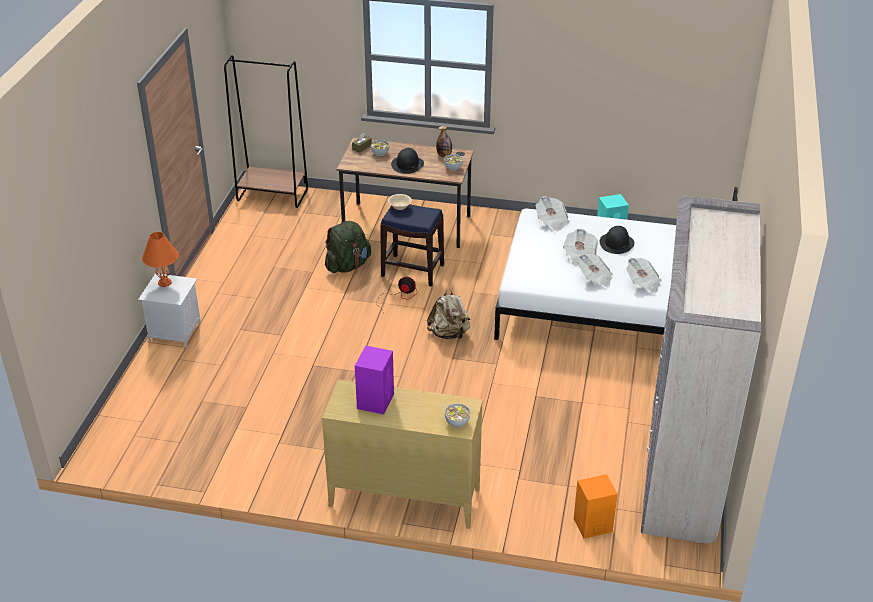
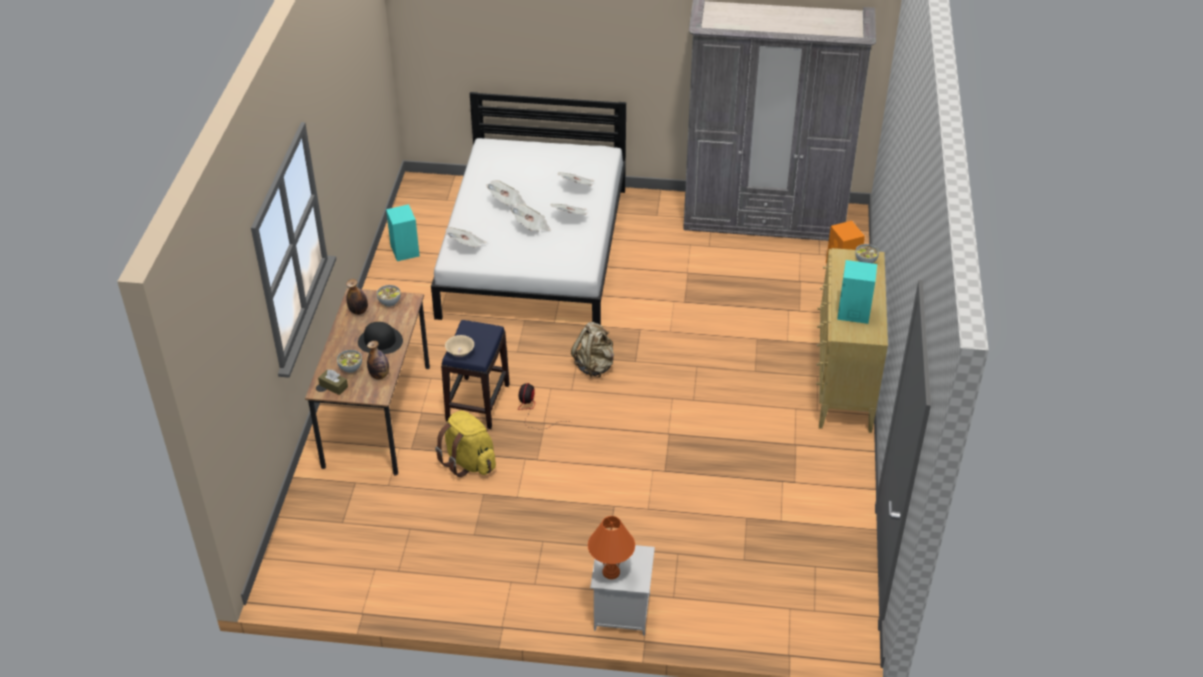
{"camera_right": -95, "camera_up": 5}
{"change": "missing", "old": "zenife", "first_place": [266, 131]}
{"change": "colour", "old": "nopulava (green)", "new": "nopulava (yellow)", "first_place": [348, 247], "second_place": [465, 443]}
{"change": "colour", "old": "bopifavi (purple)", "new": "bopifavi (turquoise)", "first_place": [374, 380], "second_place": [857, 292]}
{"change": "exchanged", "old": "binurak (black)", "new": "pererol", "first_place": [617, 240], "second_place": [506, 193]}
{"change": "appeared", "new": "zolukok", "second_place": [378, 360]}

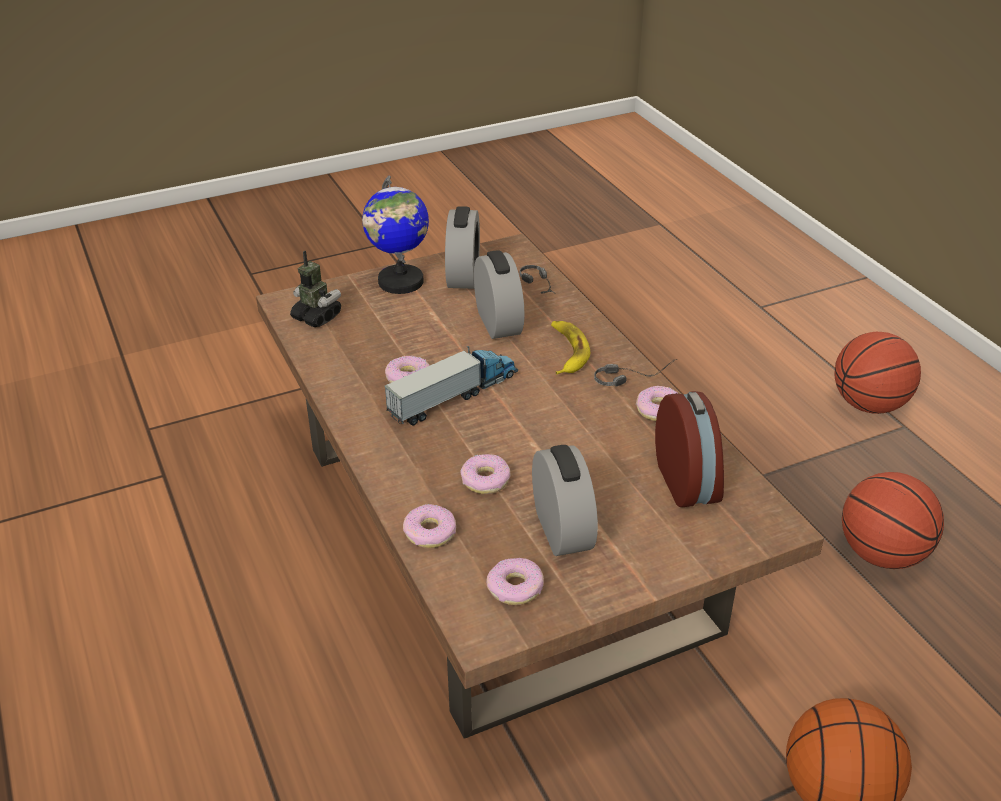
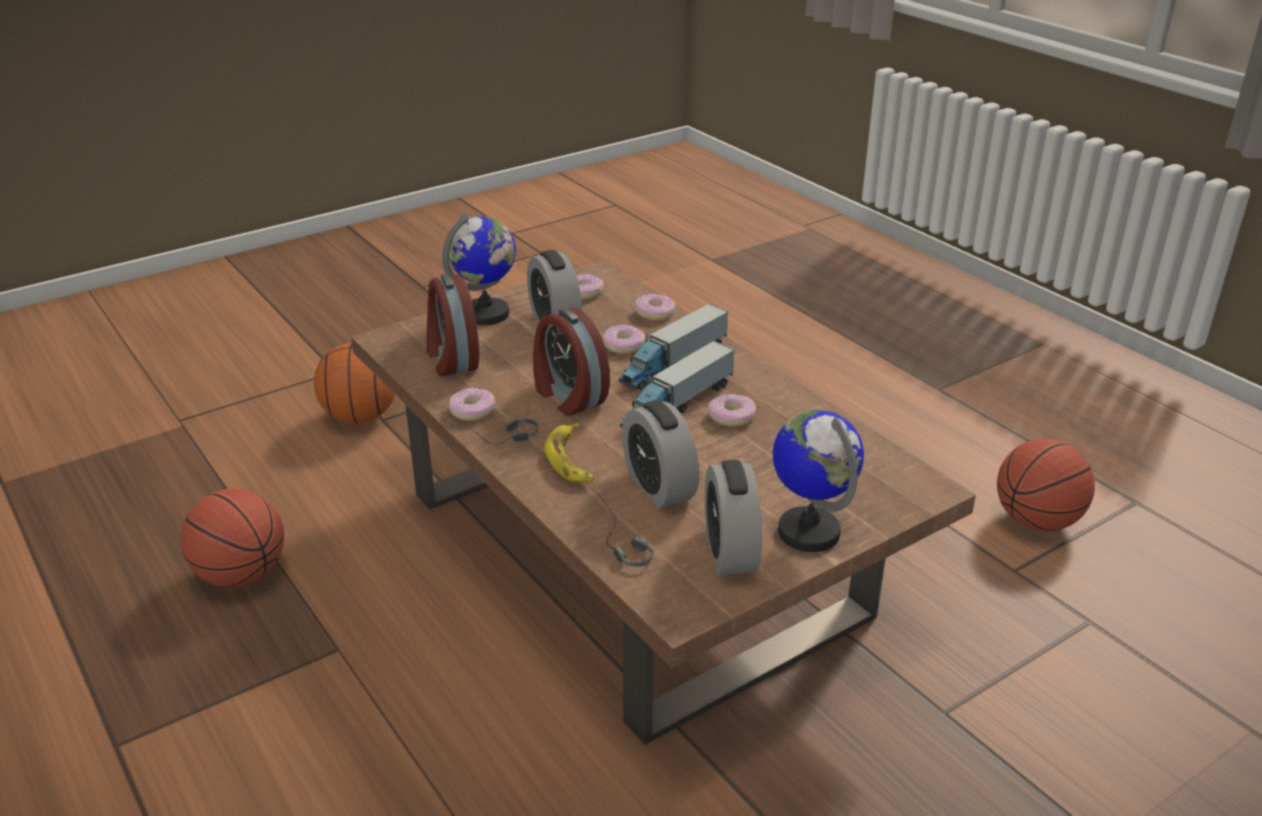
{"camera_right": 170, "camera_up": -5}
{"change": "missing", "old": "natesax", "first_place": [315, 289]}
{"change": "relocated", "old": "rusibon", "first_place": [877, 373], "second_place": [1046, 485]}
{"change": "appeared", "new": "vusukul", "second_place": [479, 269]}
{"change": "appeared", "new": "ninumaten", "second_place": [571, 361]}
{"change": "appeared", "new": "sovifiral", "second_place": [673, 346]}

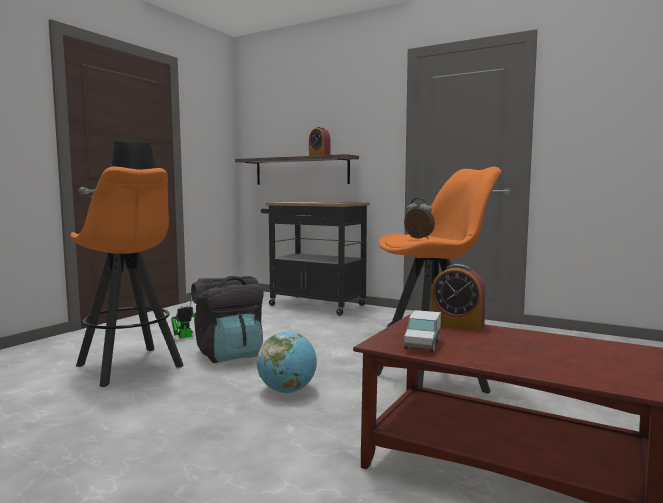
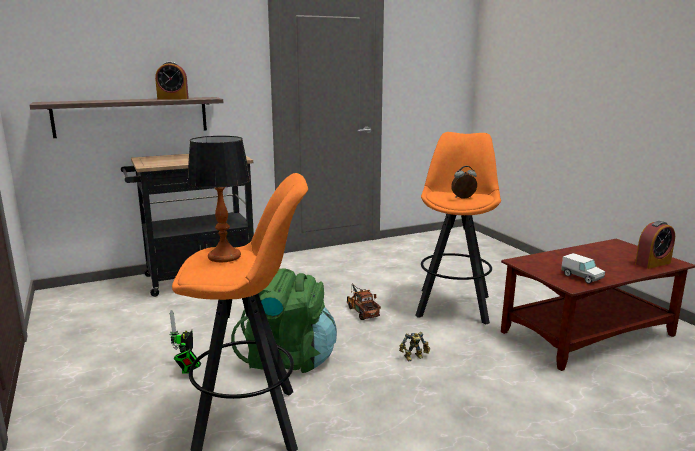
{"camera_right": -55, "camera_up": 10}
{"change": "colour", "old": "nopulava (black)", "new": "nopulava (green)", "first_place": [227, 319], "second_place": [284, 320]}
{"change": "exchanged", "old": "vusukul", "new": "natesax", "first_place": [287, 362], "second_place": [414, 346]}
{"change": "relocated", "old": "ninumaten", "first_place": [458, 297], "second_place": [655, 245]}
{"change": "appeared", "new": "sovifiral", "second_place": [364, 302]}

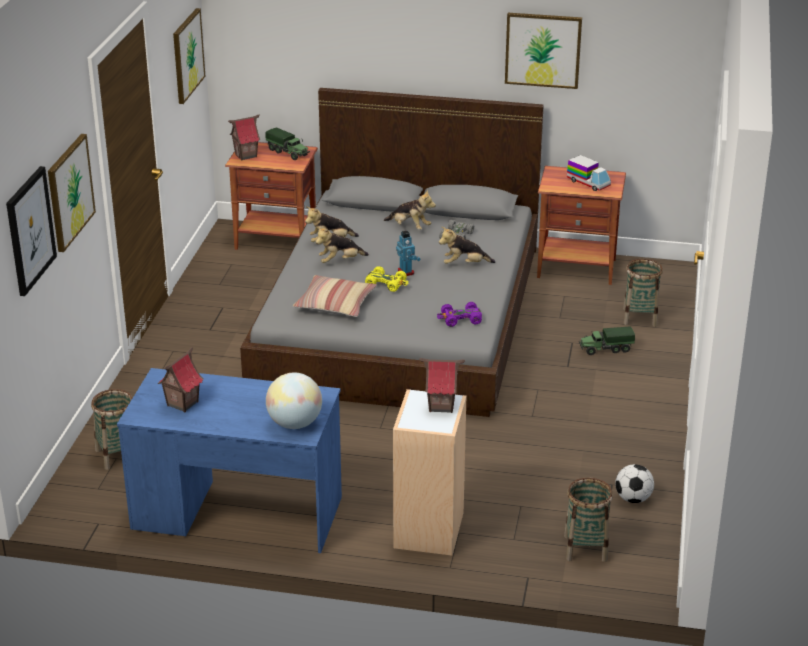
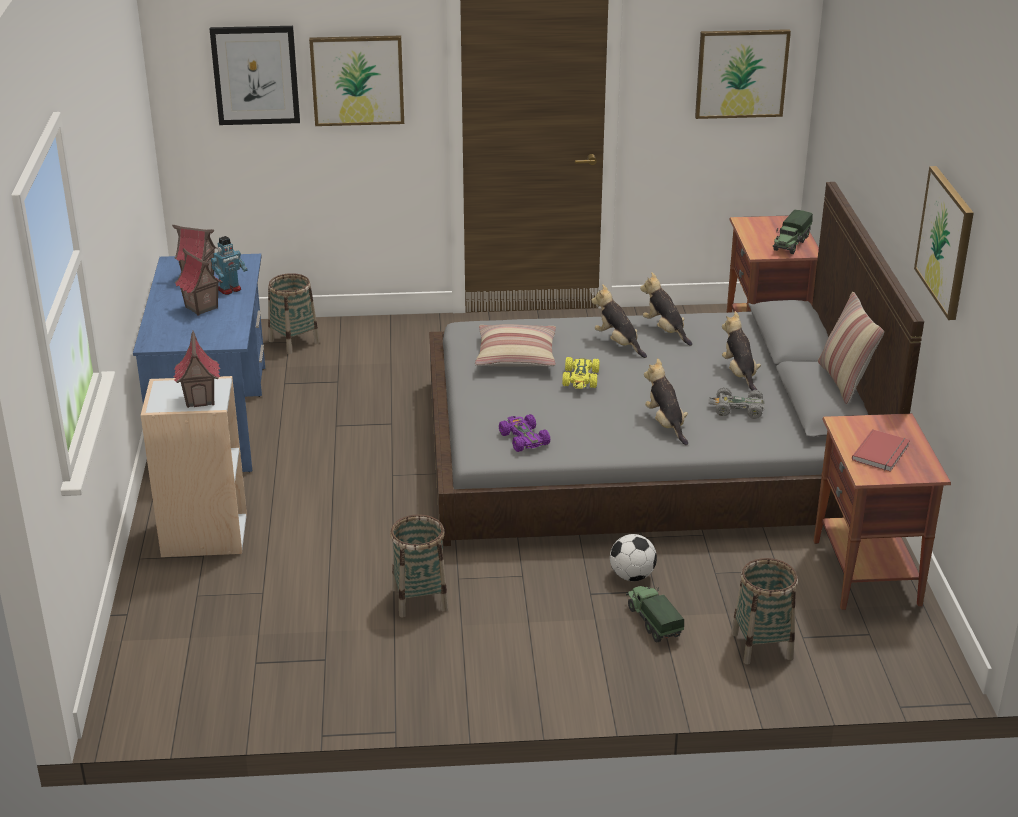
{"camera_right": 75, "camera_up": 0}
{"change": "relocated", "old": "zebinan", "first_place": [244, 137], "second_place": [199, 282]}
{"change": "missing", "old": "vusukul", "first_place": [294, 400]}
{"change": "spun", "old": "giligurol", "first_place": [410, 209], "second_place": [741, 350], "degrees": 150}
{"change": "relocated", "old": "natesax", "first_place": [408, 253], "second_place": [229, 265]}
{"change": "relocated", "old": "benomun", "first_place": [588, 520], "second_place": [419, 566]}
{"change": "exchanged", "old": "sovifiral", "new": "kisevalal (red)", "first_place": [589, 173], "second_place": [881, 450]}
{"change": "relocated", "old": "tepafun", "first_place": [634, 483], "second_place": [633, 557]}
{"change": "appeared", "new": "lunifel", "second_place": [851, 348]}

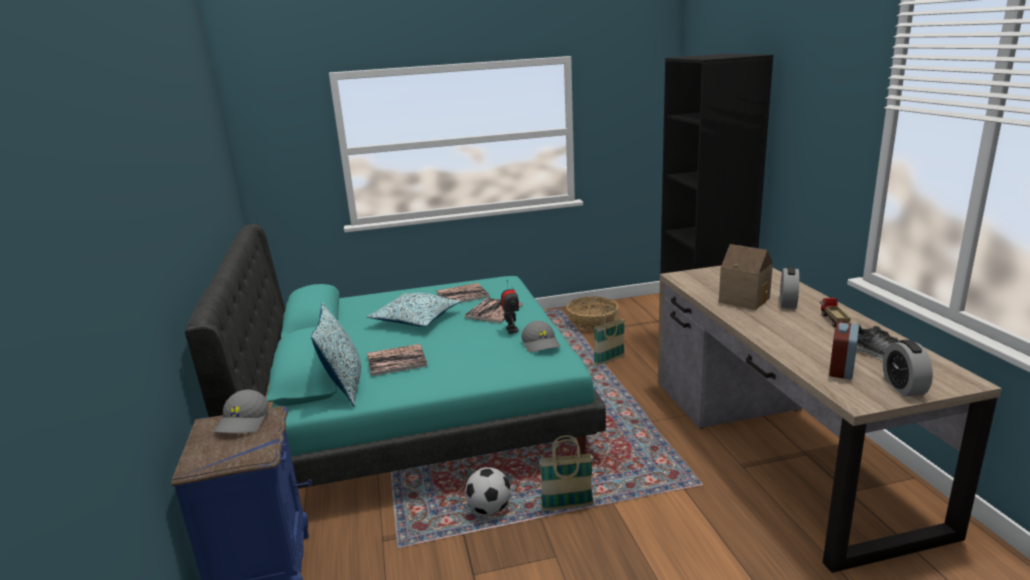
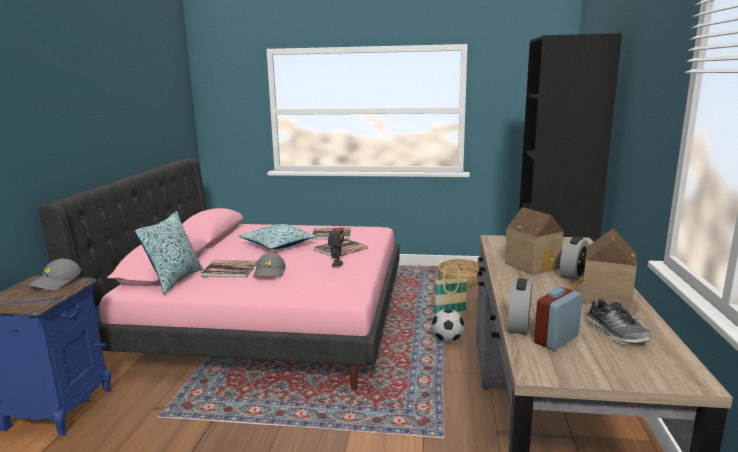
{"camera_right": 20, "camera_up": -5}
{"change": "colour", "old": "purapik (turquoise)", "new": "purapik (pink)", "first_place": [395, 356], "second_place": [219, 274]}
{"change": "relocated", "old": "tepafun", "first_place": [488, 491], "second_place": [448, 325]}
{"change": "relocated", "old": "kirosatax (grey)", "first_place": [540, 337], "second_place": [269, 265]}
{"change": "missing", "old": "benomun", "first_place": [566, 473]}
{"change": "exchanged", "old": "sovifiral", "new": "zebinan", "first_place": [835, 312], "second_place": [602, 269]}
{"change": "relocated", "old": "ninumaten", "first_place": [908, 368], "second_place": [520, 306]}

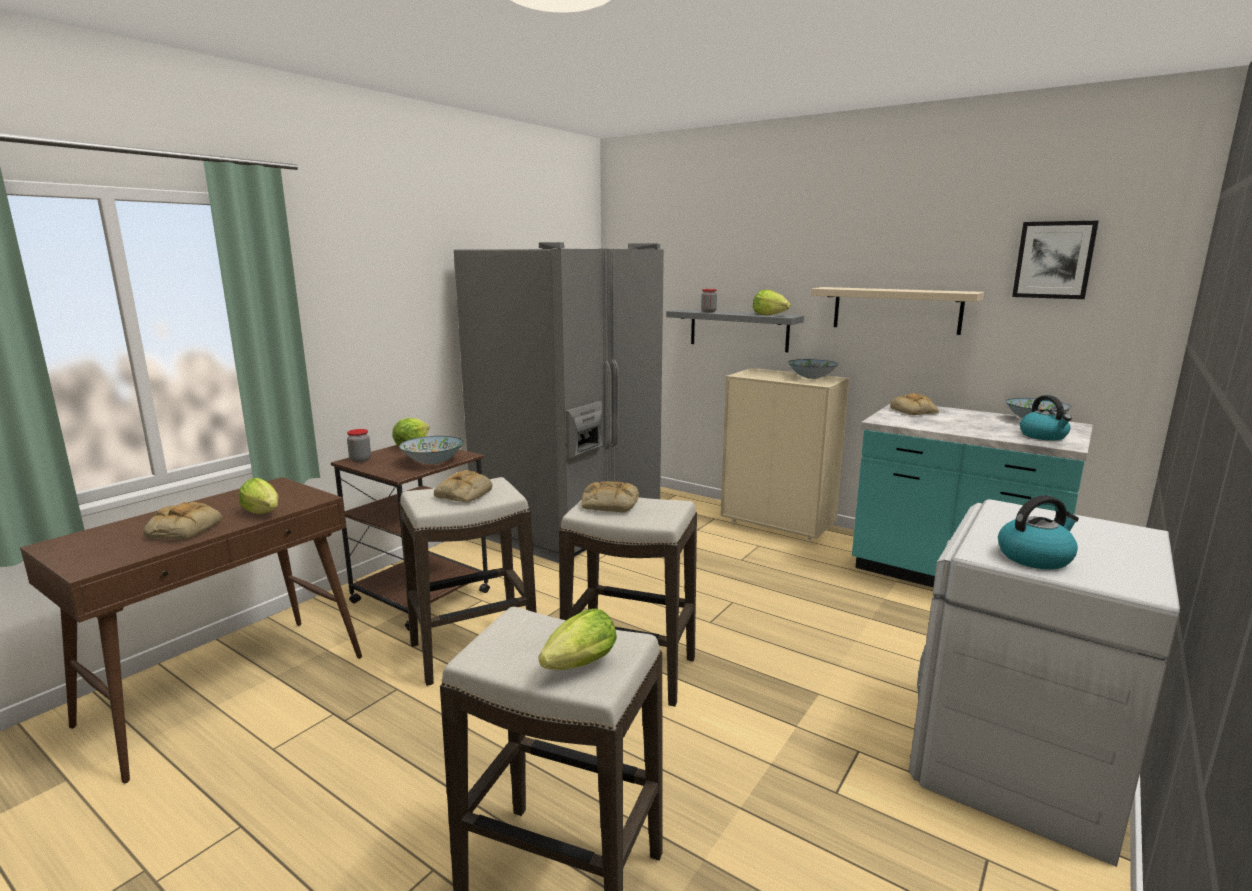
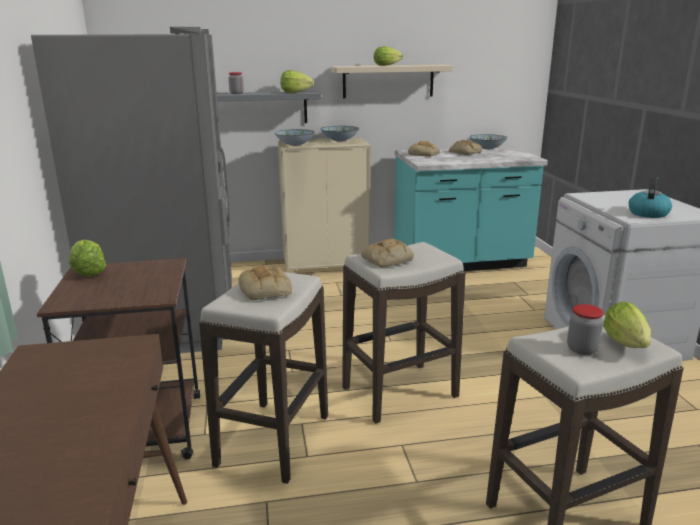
{"camera_right": -45, "camera_up": 5}
{"change": "relocated", "old": "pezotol", "first_place": [182, 521], "second_place": [465, 147]}
{"change": "relocated", "old": "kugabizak", "first_place": [258, 496], "second_place": [388, 56]}
{"change": "relocated", "old": "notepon", "first_place": [359, 445], "second_place": [585, 329]}
{"change": "relocated", "old": "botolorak", "first_place": [431, 450], "second_place": [294, 137]}
{"change": "missing", "old": "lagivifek", "first_place": [1055, 259]}
{"change": "missing", "old": "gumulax", "first_place": [1046, 418]}

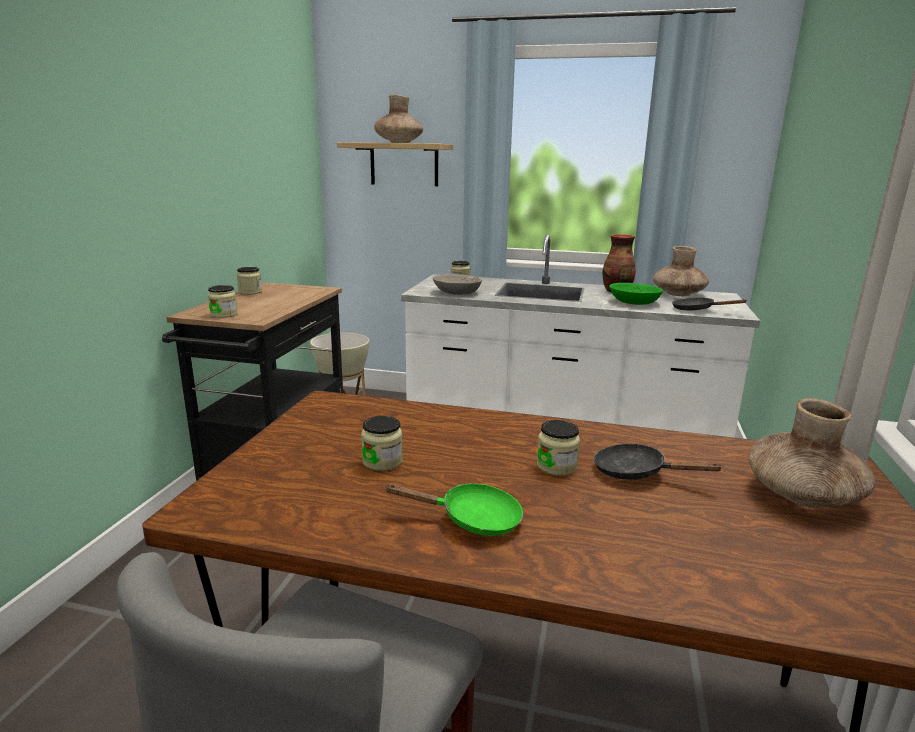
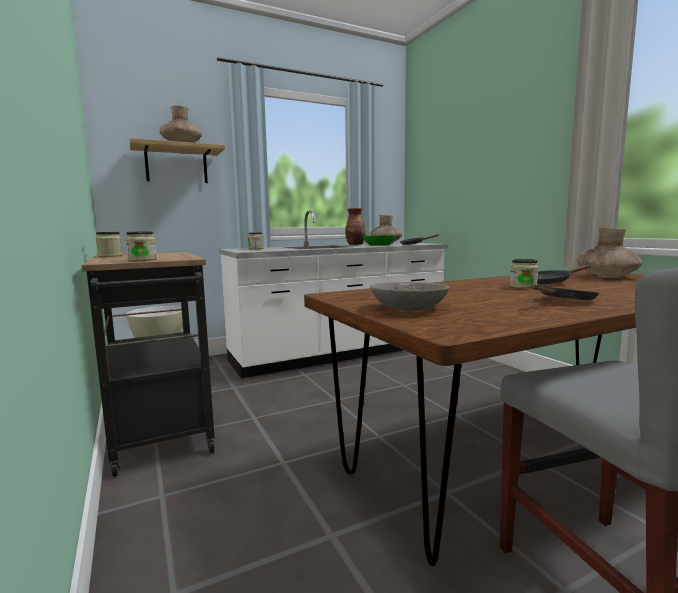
{"camera_right": -40, "camera_up": -10}
{"change": "missing", "old": "notepon", "first_place": [382, 443]}
{"change": "colour", "old": "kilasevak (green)", "new": "kilasevak (black)", "first_place": [454, 509], "second_place": [565, 292]}
{"change": "relocated", "old": "botolorak (grey)", "first_place": [457, 284], "second_place": [409, 296]}

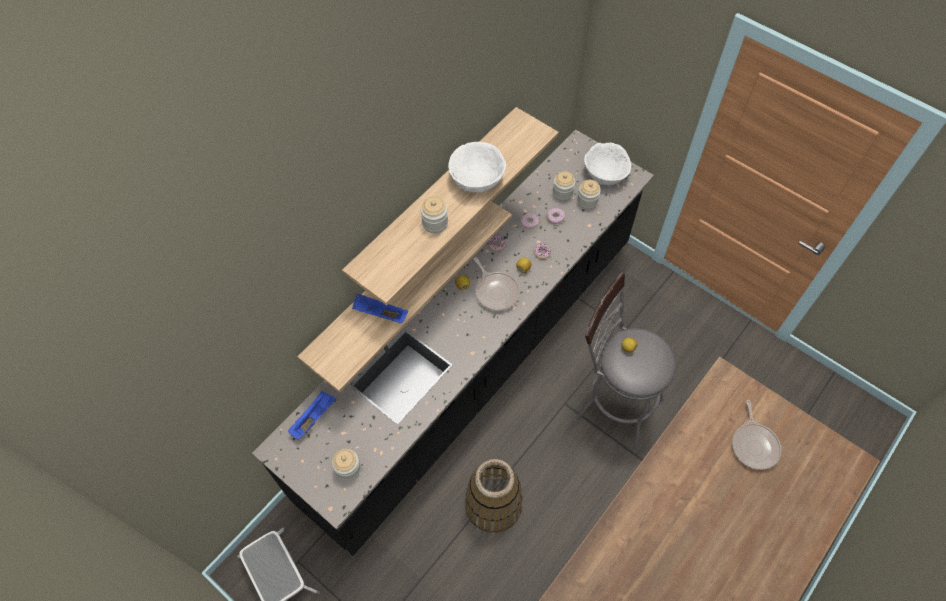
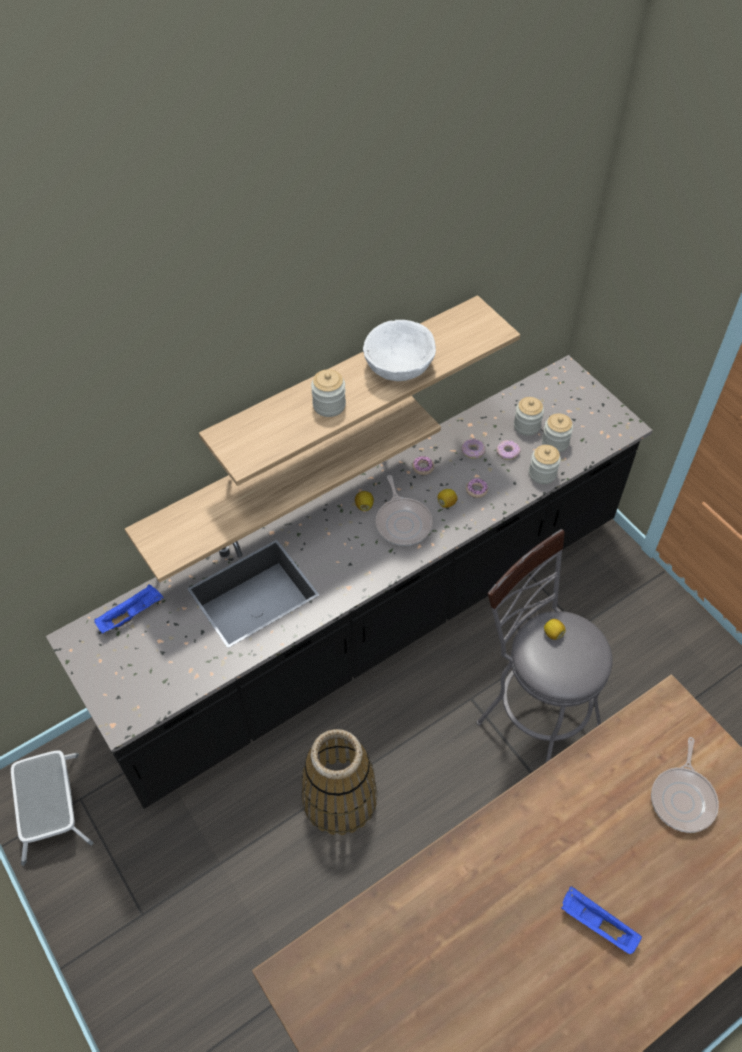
{"camera_right": 15, "camera_up": -5}
{"change": "relocated", "old": "notepon", "first_place": [346, 465], "second_place": [545, 464]}
{"change": "relocated", "old": "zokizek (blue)", "first_place": [380, 308], "second_place": [601, 920]}
{"change": "missing", "old": "botolorak (white)", "first_place": [607, 163]}

